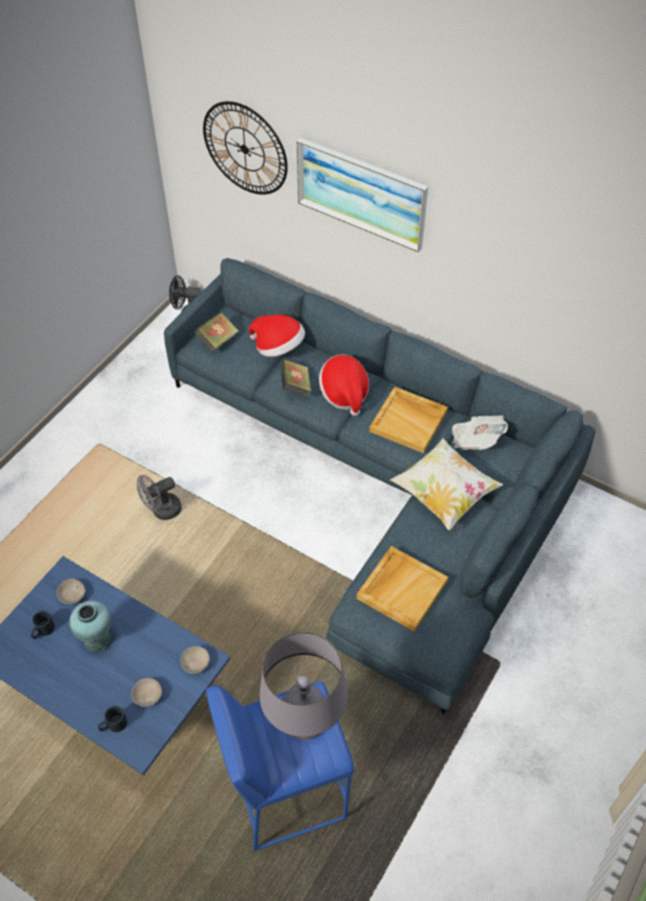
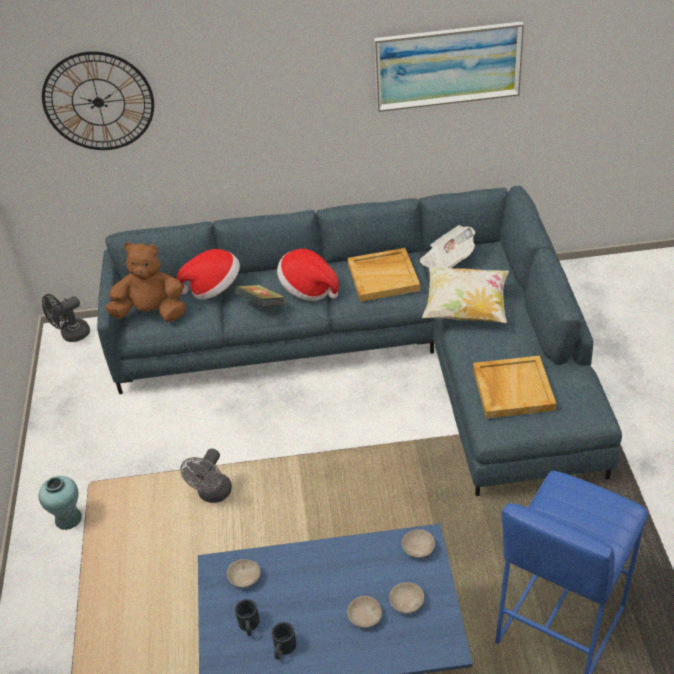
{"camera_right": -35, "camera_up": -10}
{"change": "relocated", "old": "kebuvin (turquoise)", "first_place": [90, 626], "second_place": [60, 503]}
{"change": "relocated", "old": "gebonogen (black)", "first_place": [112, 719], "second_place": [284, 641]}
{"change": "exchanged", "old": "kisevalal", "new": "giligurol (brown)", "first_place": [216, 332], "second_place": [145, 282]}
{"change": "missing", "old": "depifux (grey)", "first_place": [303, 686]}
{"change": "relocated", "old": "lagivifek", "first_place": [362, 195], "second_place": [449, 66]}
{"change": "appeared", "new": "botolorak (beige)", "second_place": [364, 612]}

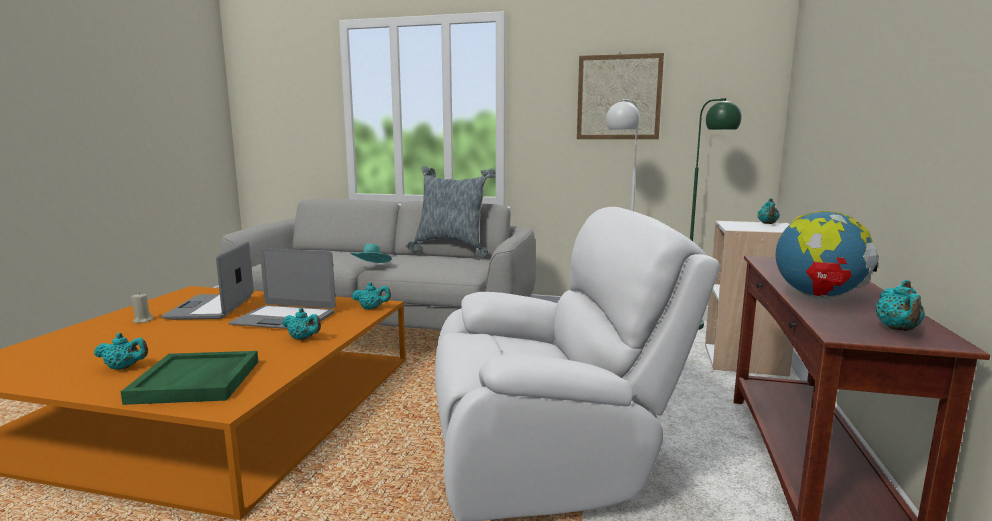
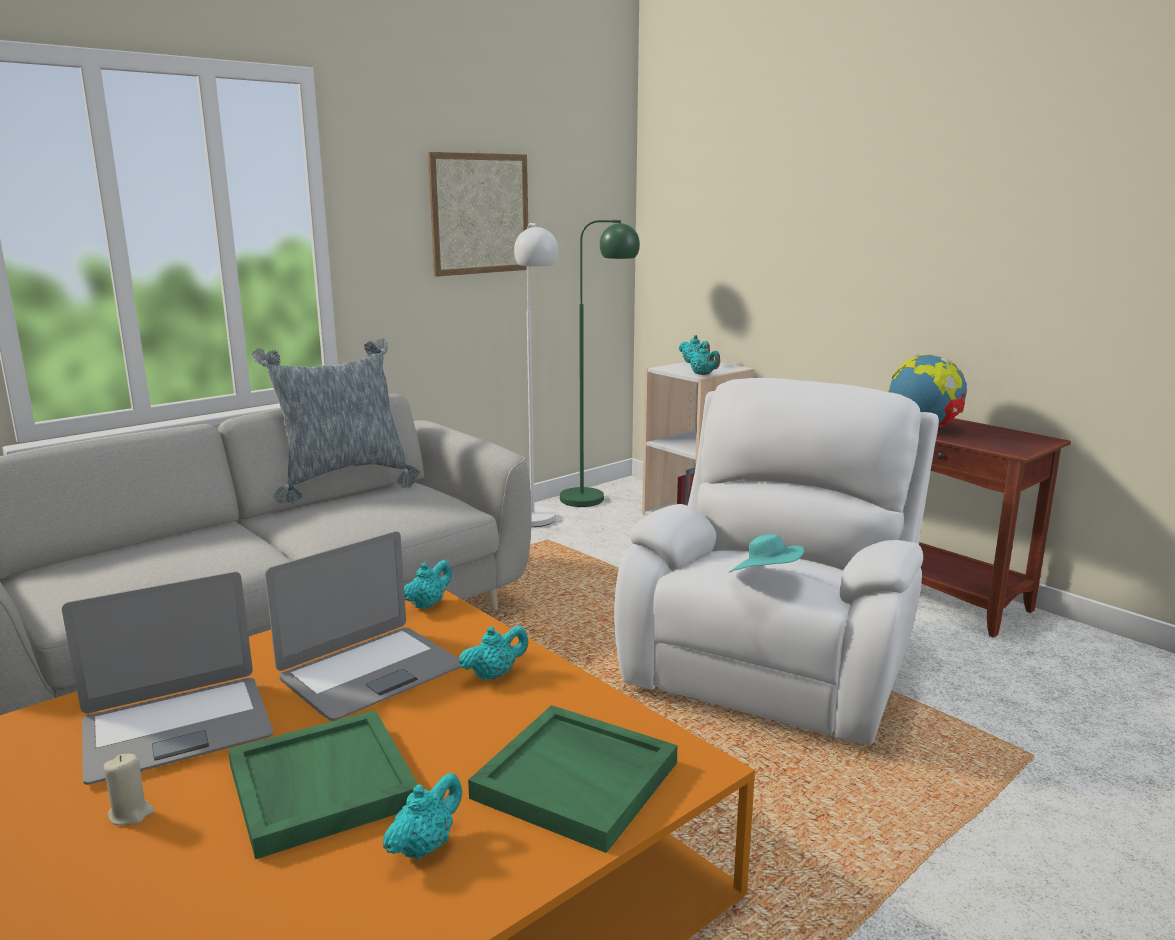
{"camera_right": -55, "camera_up": 5}
{"change": "spun", "old": "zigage", "first_place": [207, 280], "second_place": [167, 678], "degrees": -60}
{"change": "relocated", "old": "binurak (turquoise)", "first_place": [371, 253], "second_place": [766, 553]}
{"change": "relocated", "old": "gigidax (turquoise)", "first_place": [900, 305], "second_place": [703, 360]}
{"change": "appeared", "new": "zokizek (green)", "second_place": [323, 784]}

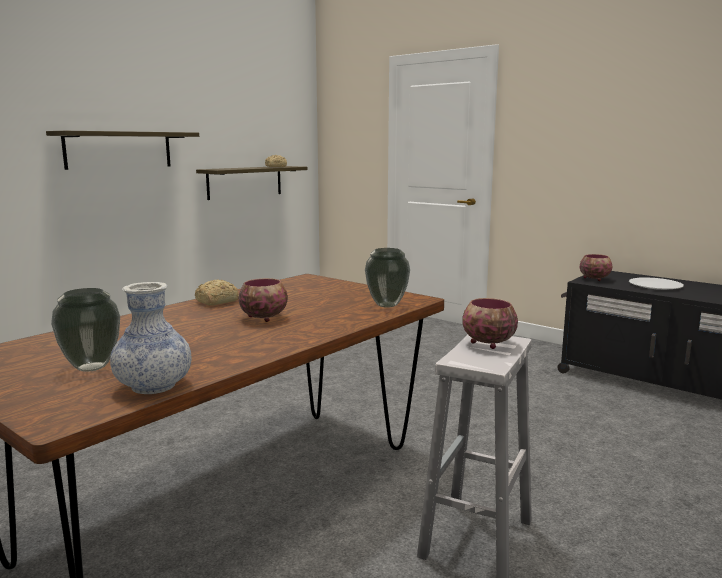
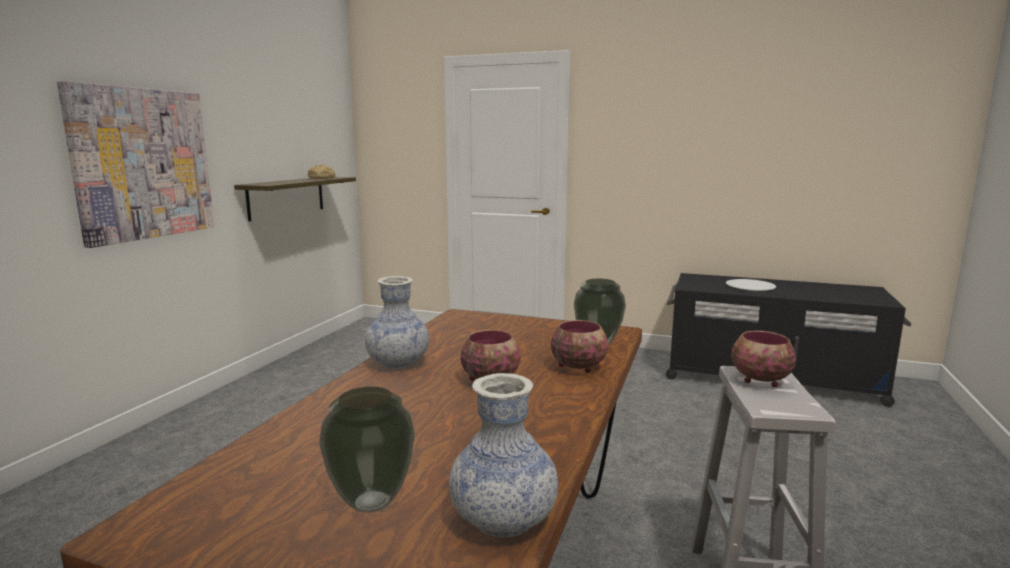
{"camera_right": -20, "camera_up": 0}
{"change": "exchanged", "old": "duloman", "new": "lagivifek", "first_place": [122, 150], "second_place": [135, 164]}
{"change": "exchanged", "old": "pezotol", "new": "kebuvin", "first_place": [217, 292], "second_place": [397, 322]}
{"change": "relocated", "old": "botolorak", "first_place": [596, 267], "second_place": [579, 346]}

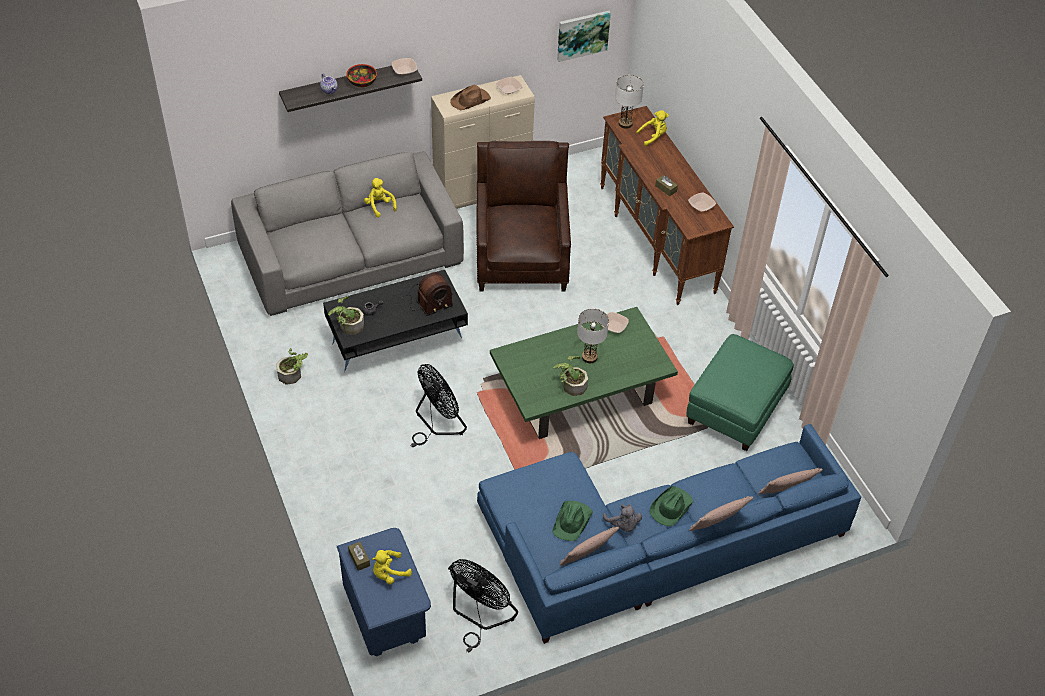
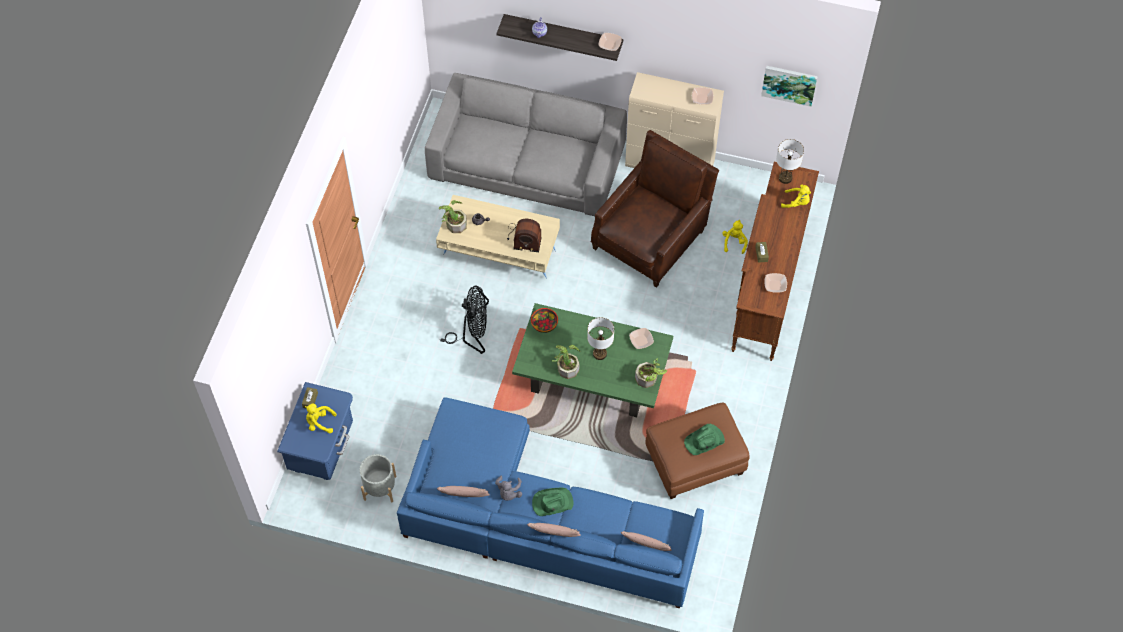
{"camera_right": 40, "camera_up": 10}
{"change": "relocated", "old": "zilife", "first_place": [292, 366], "second_place": [651, 373]}
{"change": "colour", "old": "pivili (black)", "new": "pivili (beige)", "first_place": [395, 321], "second_place": [498, 237]}
{"change": "relocated", "old": "botolorak", "first_place": [361, 75], "second_place": [544, 320]}
{"change": "relocated", "old": "giligurol (yellow)", "first_place": [380, 198], "second_place": [735, 237]}
{"change": "exchanged", "old": "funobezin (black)", "new": "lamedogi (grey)", "first_place": [483, 606], "second_place": [378, 478]}
{"change": "missing", "old": "binurak (brown)", "first_place": [470, 97]}
{"change": "relocated", "old": "binurak (green)", "first_place": [572, 521], "second_place": [704, 439]}
{"change": "colour", "old": "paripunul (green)", "new": "paripunul (brown)", "first_place": [740, 392], "second_place": [698, 451]}

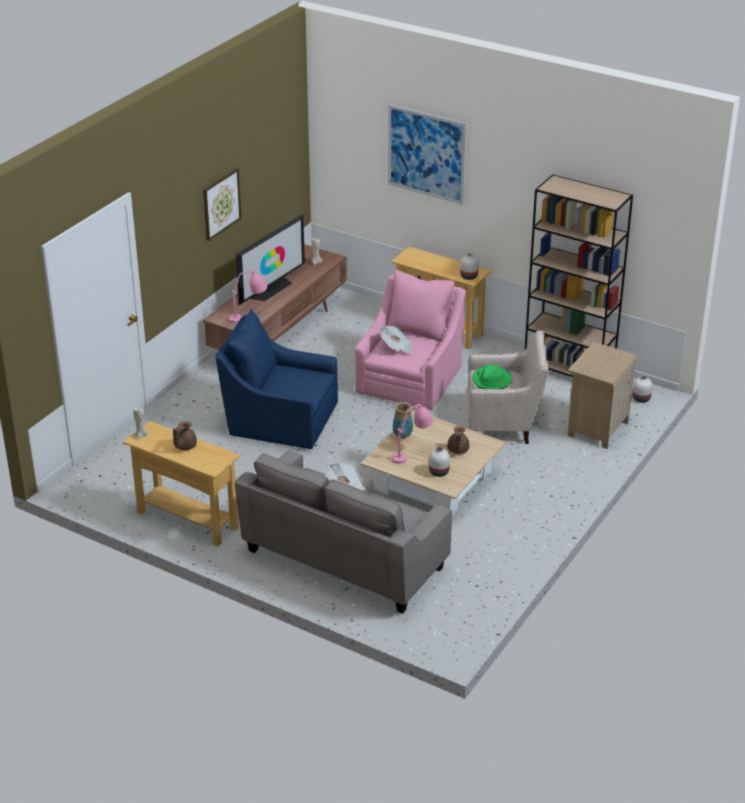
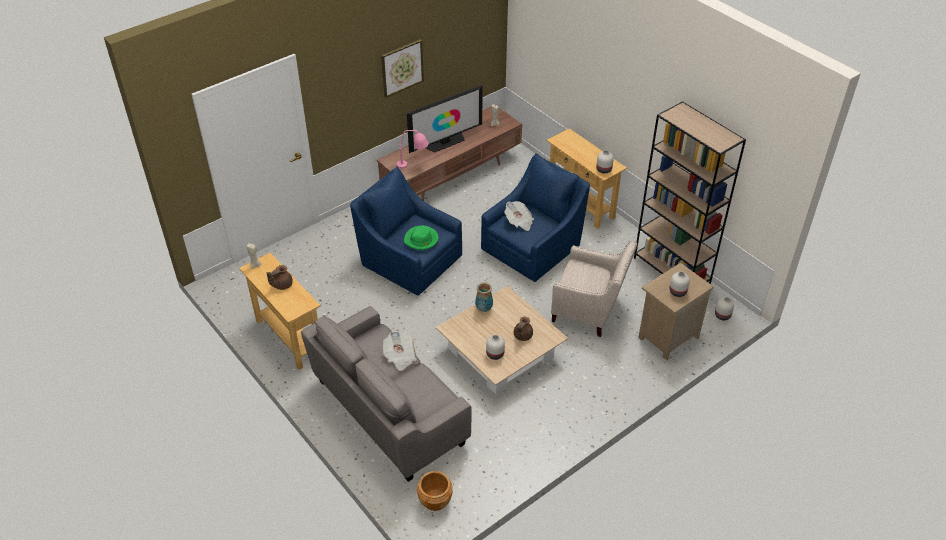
{"camera_right": 20, "camera_up": 10}
{"change": "colour", "old": "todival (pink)", "new": "todival (blue)", "first_place": [410, 340], "second_place": [535, 217]}
{"change": "missing", "old": "lagivifek", "first_place": [427, 154]}
{"change": "missing", "old": "depifux (pink)", "first_place": [412, 434]}
{"change": "relocated", "old": "binurak (green)", "first_place": [492, 376], "second_place": [421, 238]}
{"change": "appeared", "new": "lamedogi (brown)", "second_place": [435, 491]}
{"change": "appeared", "new": "kebuvin (white)", "second_place": [679, 284]}

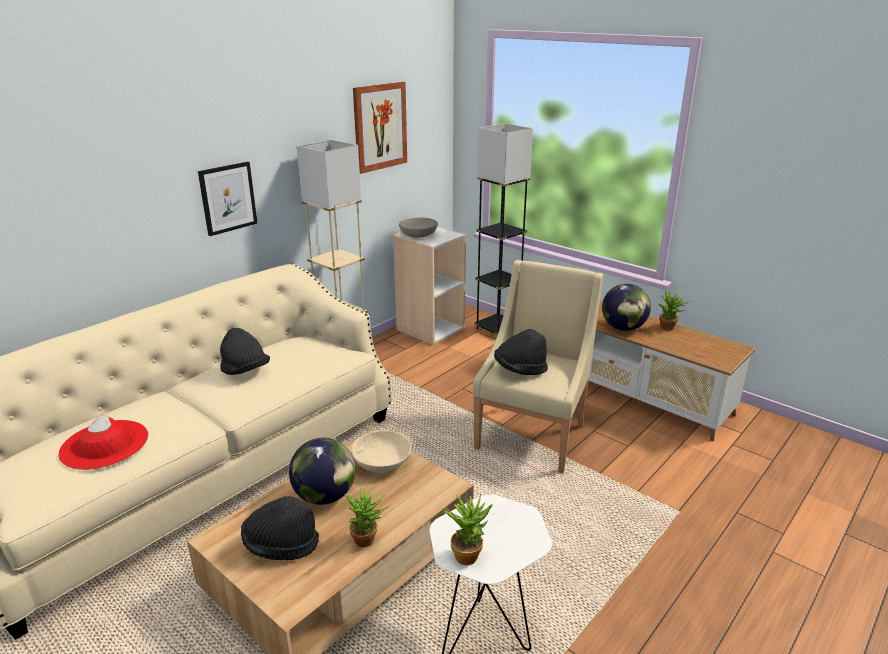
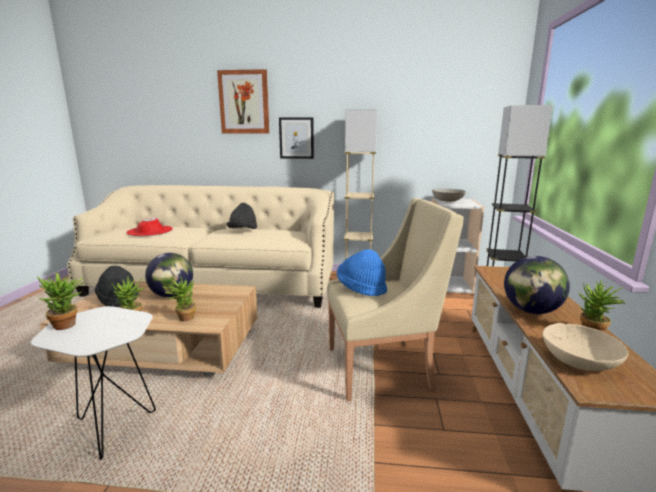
{"camera_right": 55, "camera_up": -10}
{"change": "relocated", "old": "botolorak (beige)", "first_place": [381, 451], "second_place": [585, 347]}
{"change": "relocated", "old": "lagivifek", "first_place": [380, 128], "second_place": [243, 101]}
{"change": "colour", "old": "binurak (black)", "new": "binurak (blue)", "first_place": [521, 352], "second_place": [362, 272]}
{"change": "appeared", "new": "zilife", "second_place": [179, 298]}

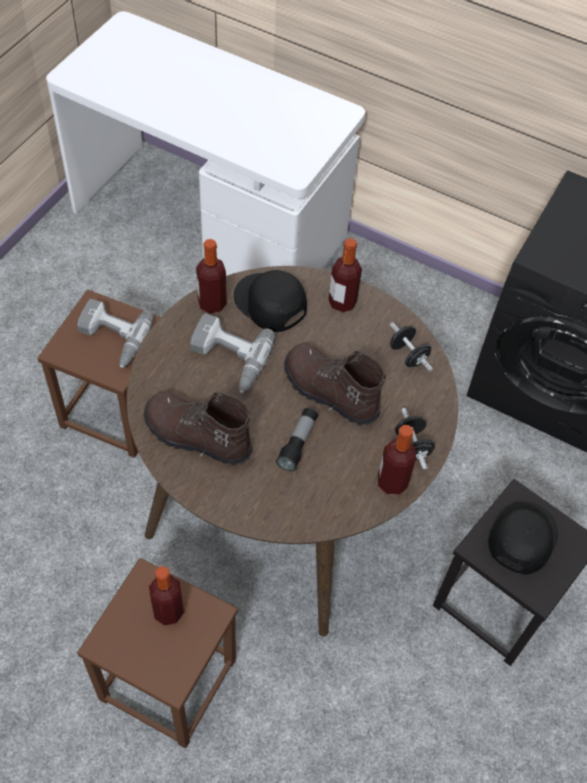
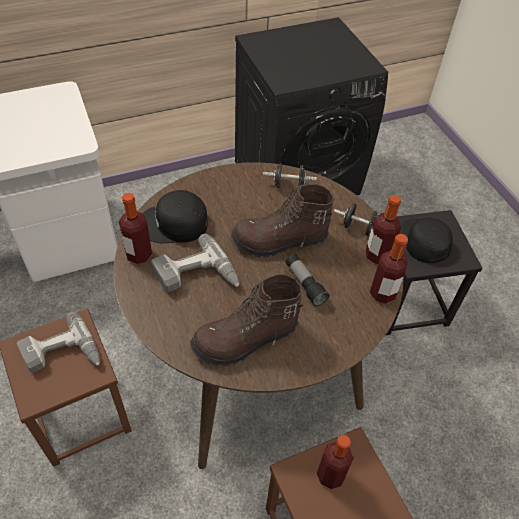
{"camera_right": -50, "camera_up": -5}
{"change": "relocated", "old": "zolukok", "first_place": [345, 275], "second_place": [389, 269]}

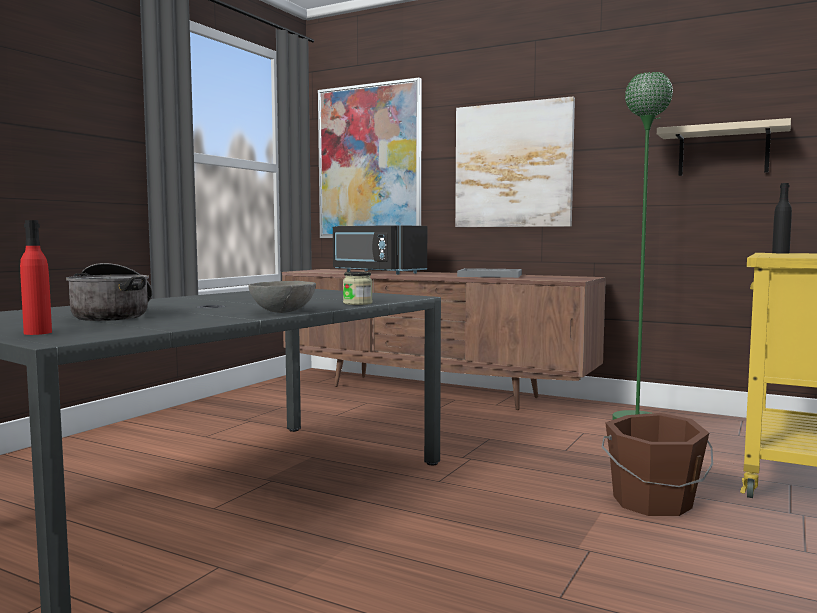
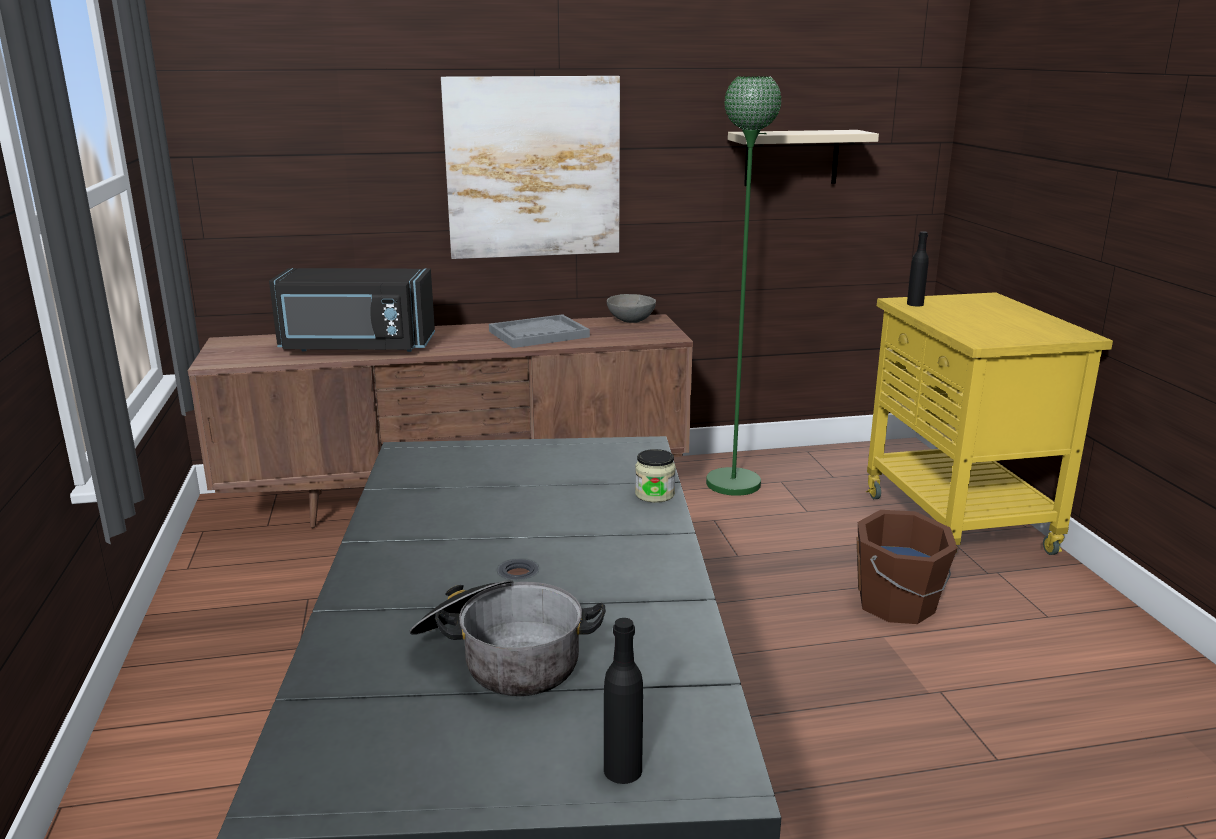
{"camera_right": -40, "camera_up": 15}
{"change": "colour", "old": "zolukok (red)", "new": "zolukok (black)", "first_place": [36, 277], "second_place": [623, 701]}
{"change": "relocated", "old": "botolorak (grey)", "first_place": [282, 297], "second_place": [631, 308]}
{"change": "missing", "old": "lagivifek", "first_place": [370, 157]}

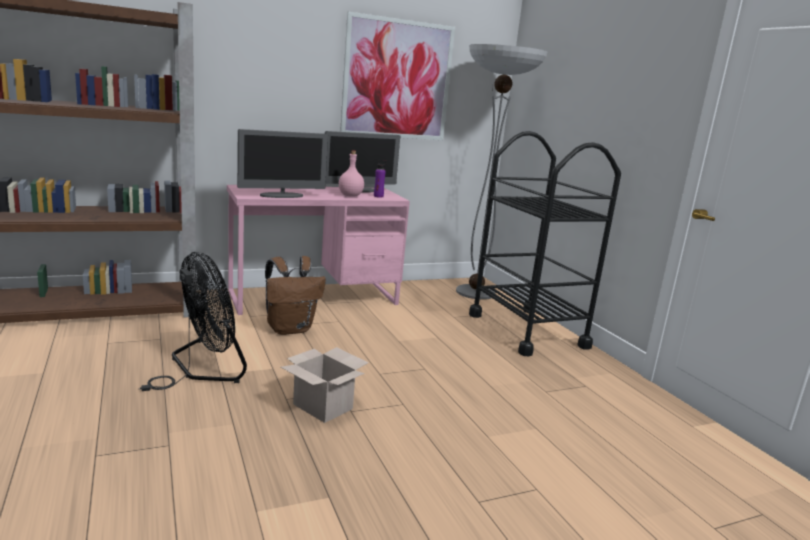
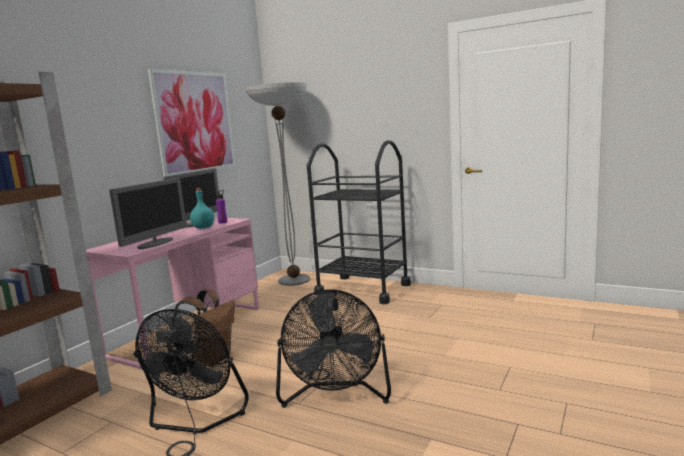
{"camera_right": -35, "camera_up": -5}
{"change": "exchanged", "old": "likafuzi", "new": "funobezin (black)", "first_place": [325, 385], "second_place": [333, 348]}
{"change": "colour", "old": "zolukok (pink)", "new": "zolukok (turquoise)", "first_place": [351, 173], "second_place": [202, 208]}

